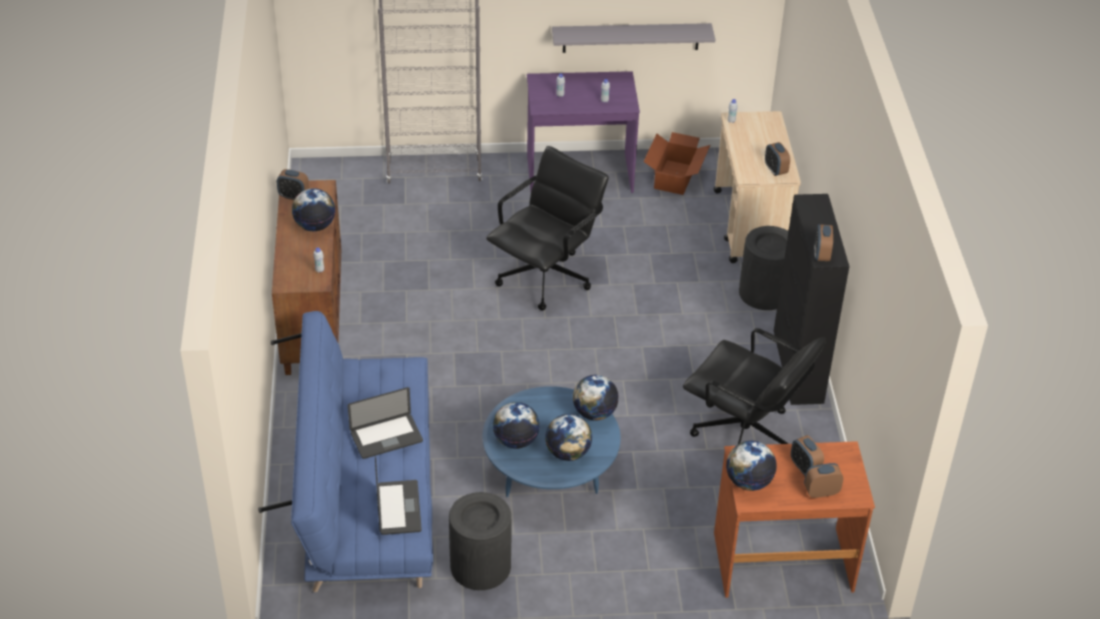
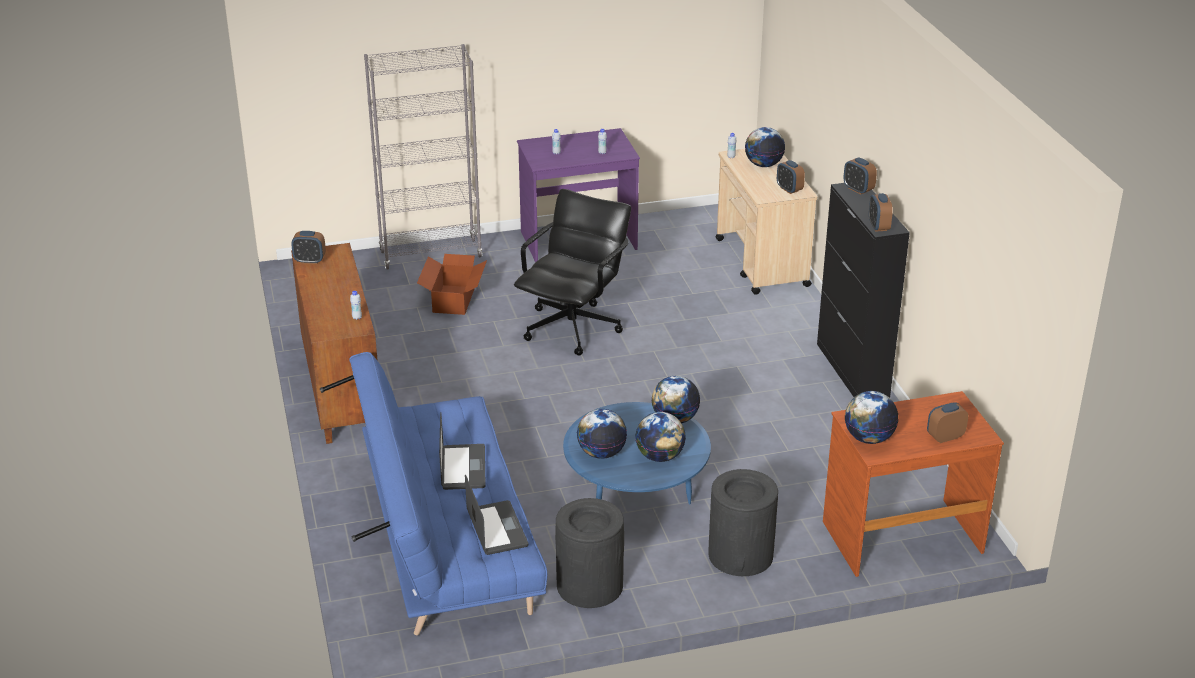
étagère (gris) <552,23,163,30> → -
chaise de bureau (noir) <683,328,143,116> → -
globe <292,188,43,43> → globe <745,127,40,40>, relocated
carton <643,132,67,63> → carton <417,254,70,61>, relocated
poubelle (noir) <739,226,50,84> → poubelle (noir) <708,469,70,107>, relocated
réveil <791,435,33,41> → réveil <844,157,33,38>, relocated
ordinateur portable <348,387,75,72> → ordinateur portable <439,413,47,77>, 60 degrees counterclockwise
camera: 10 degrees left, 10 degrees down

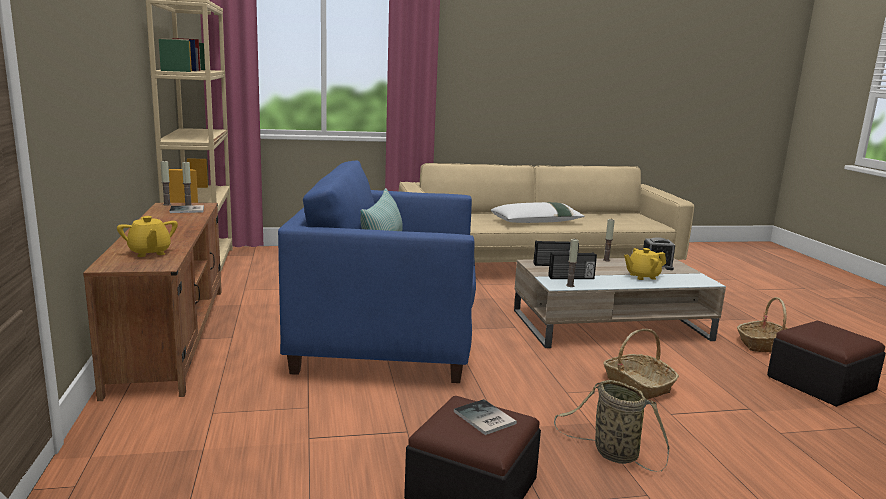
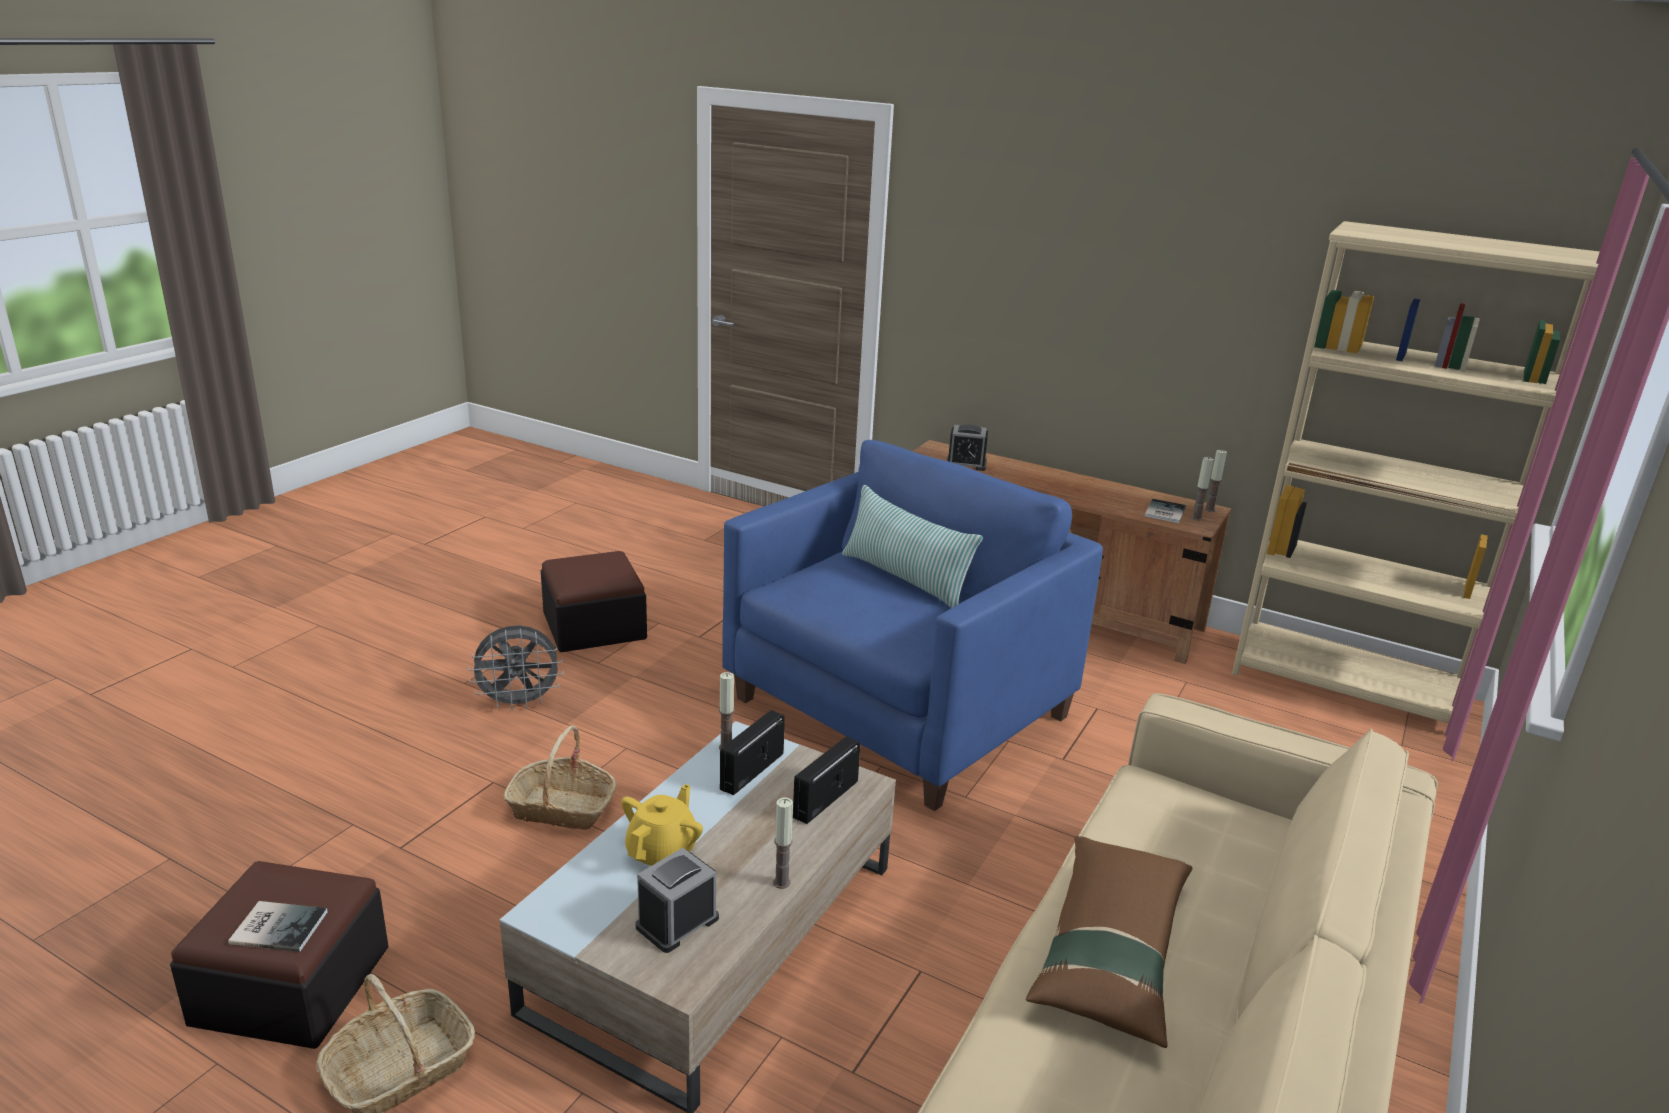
livre <454,399,63,36> → livre <228,901,100,51>, relocated
théière (jaune) <117,216,61,41> → réveil <947,425,41,46>
panier <554,380,116,92> → ventilateur (gris) <468,625,96,86>
coussin (blanc) <491,202,94,21> → coussin (marron) <1026,836,166,212>
camera: 130 degrees right, 10 degrees up

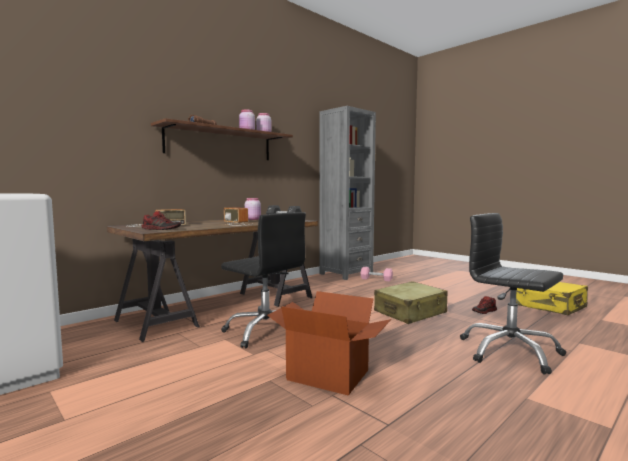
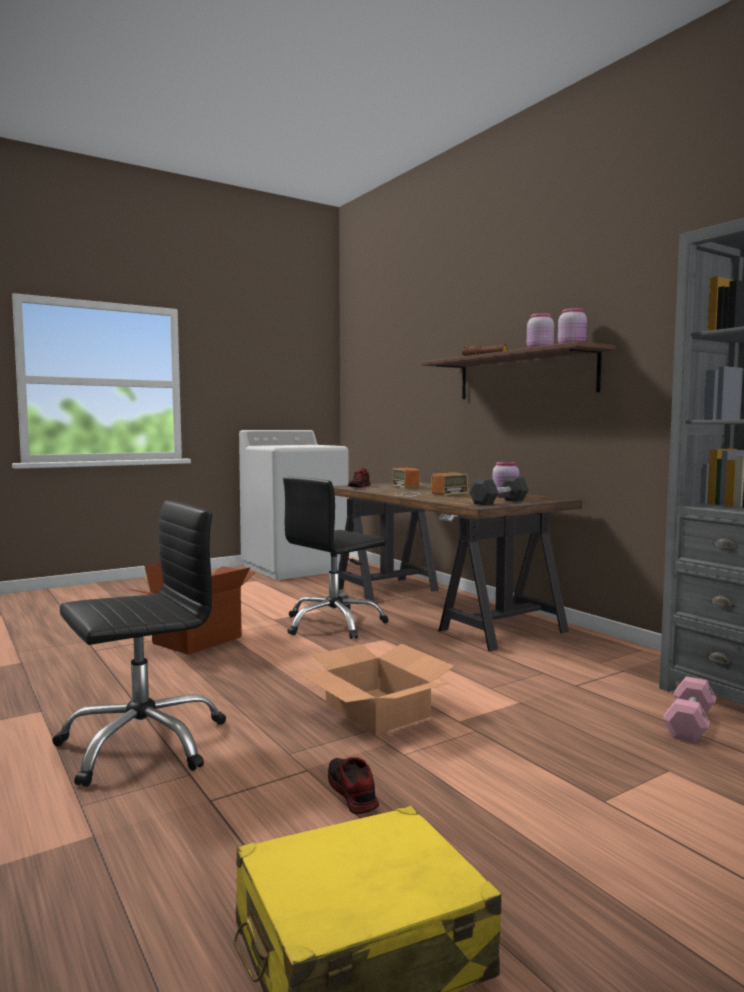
valise (beige) <374,281,74,43> → carton <298,643,157,92>
camera: 100 degrees right, 0 degrees up

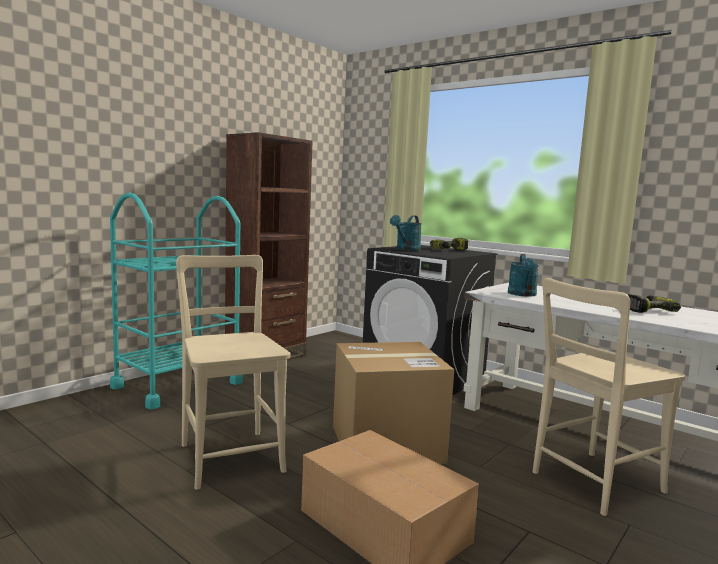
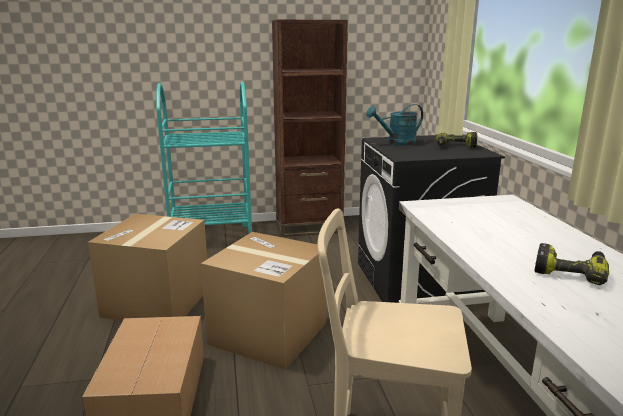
arrosoir (turquoise) <508,254,31,43> → -
chaise (beige) <176,255,115,235> → carton <88,214,119,107>
camera: 40 degrees right, 10 degrees up

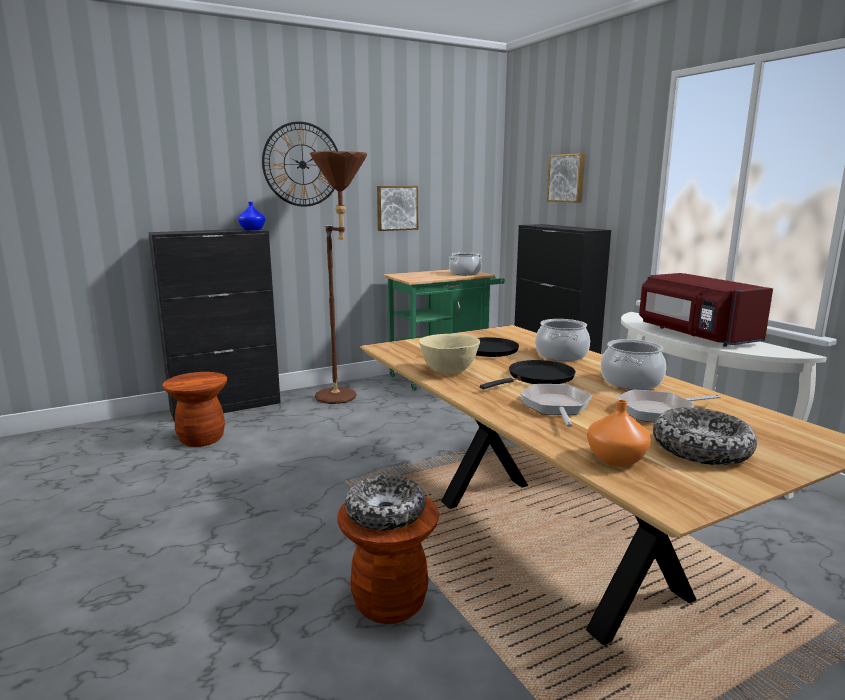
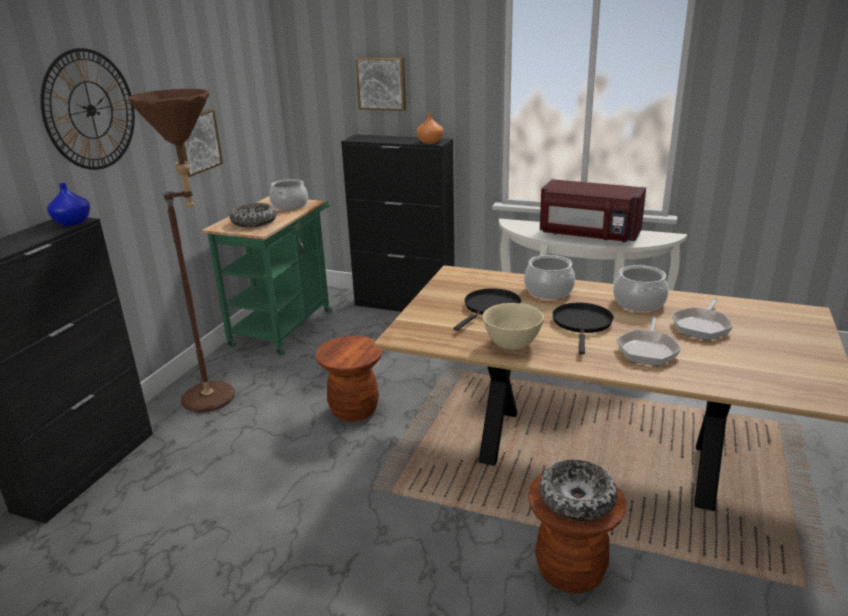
tabouret (marron) <162,372,65,75> → tabouret (marron) <315,336,68,86>, relocated
vase (orange) <587,400,64,67> → vase (orange) <416,113,27,31>, relocated
bol <653,407,104,58> → bol <230,203,46,24>, relocated
poêle <520,384,73,43> → poêle <616,317,65,49>, 120 degrees counterclockwise
camera: 40 degrees left, 10 degrees up

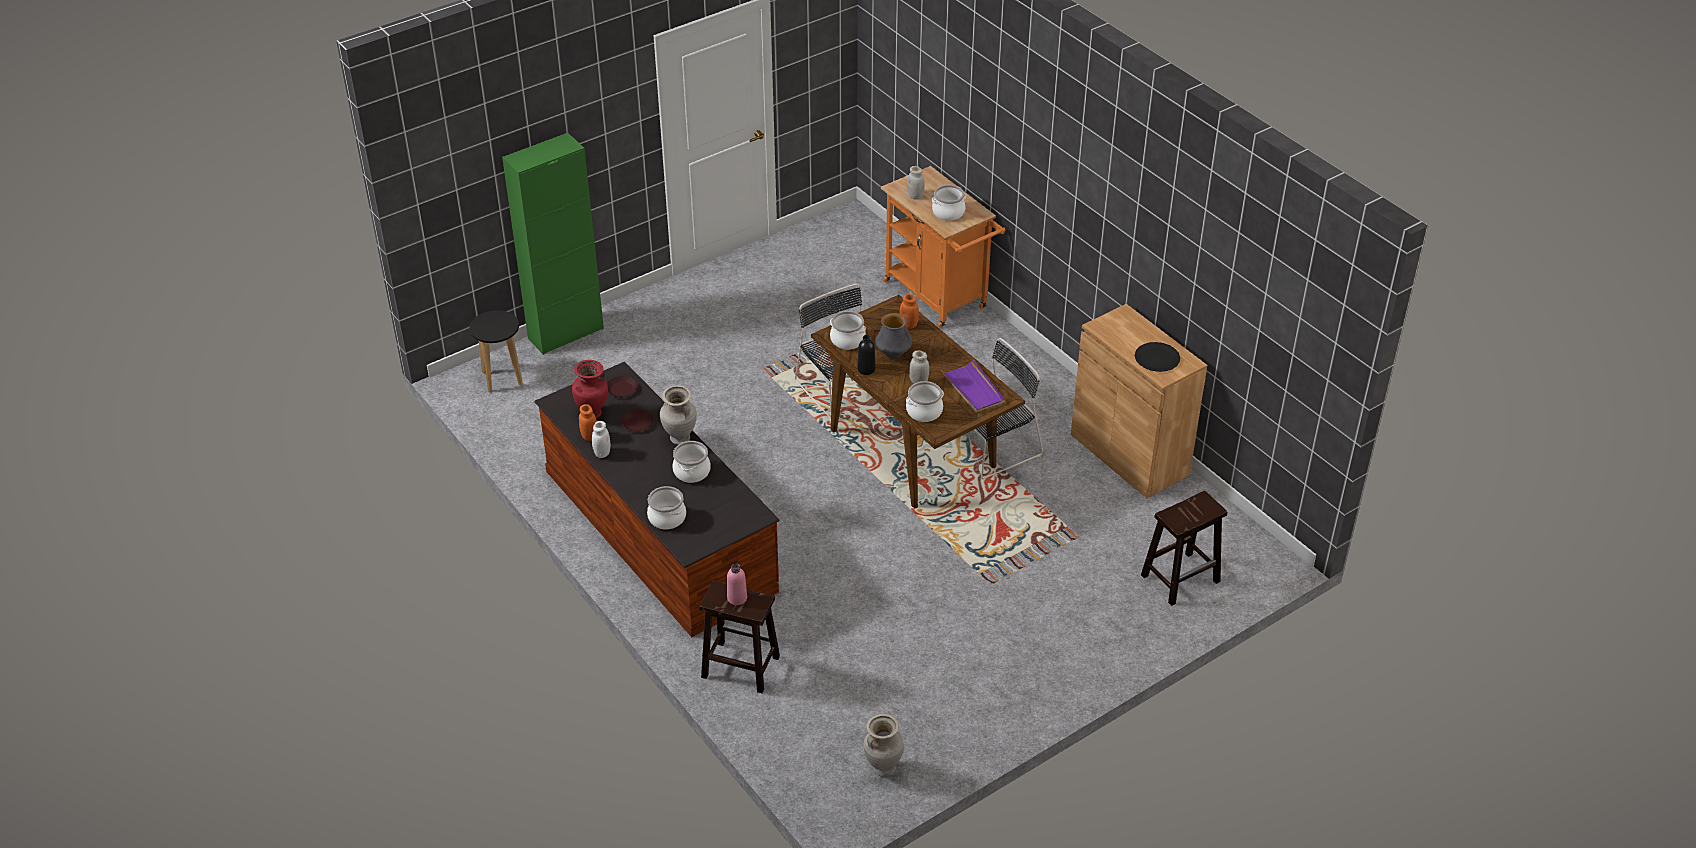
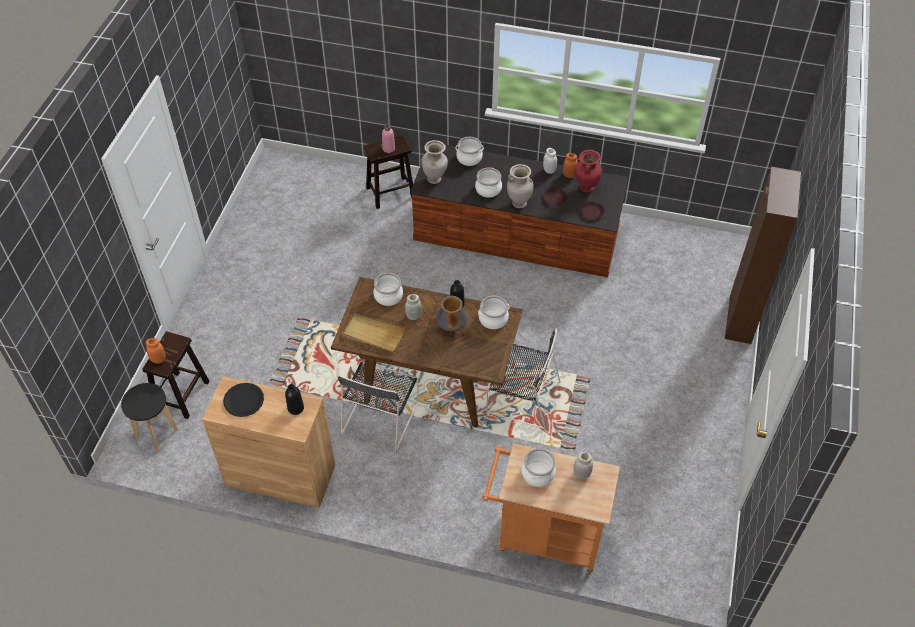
- → bouteille (noir) <285,384,19,31>
tabouret (noir) <469,310,54,82> → tabouret (noir) <121,383,57,68>, relocated
vase (beige) <864,714,40,63> → vase (beige) <421,140,27,44>, relocated
bocal (orange) <900,294,19,35> → bocal (orange) <146,338,20,25>, relocated
meuble de rangement (vert) <502,133,102,222> → meuble de rangement (marron) <725,167,76,177>
plateau (violet) <941,359,64,53> → plateau (beige) <342,313,63,39>
camera: 140 degrees right, 10 degrees up

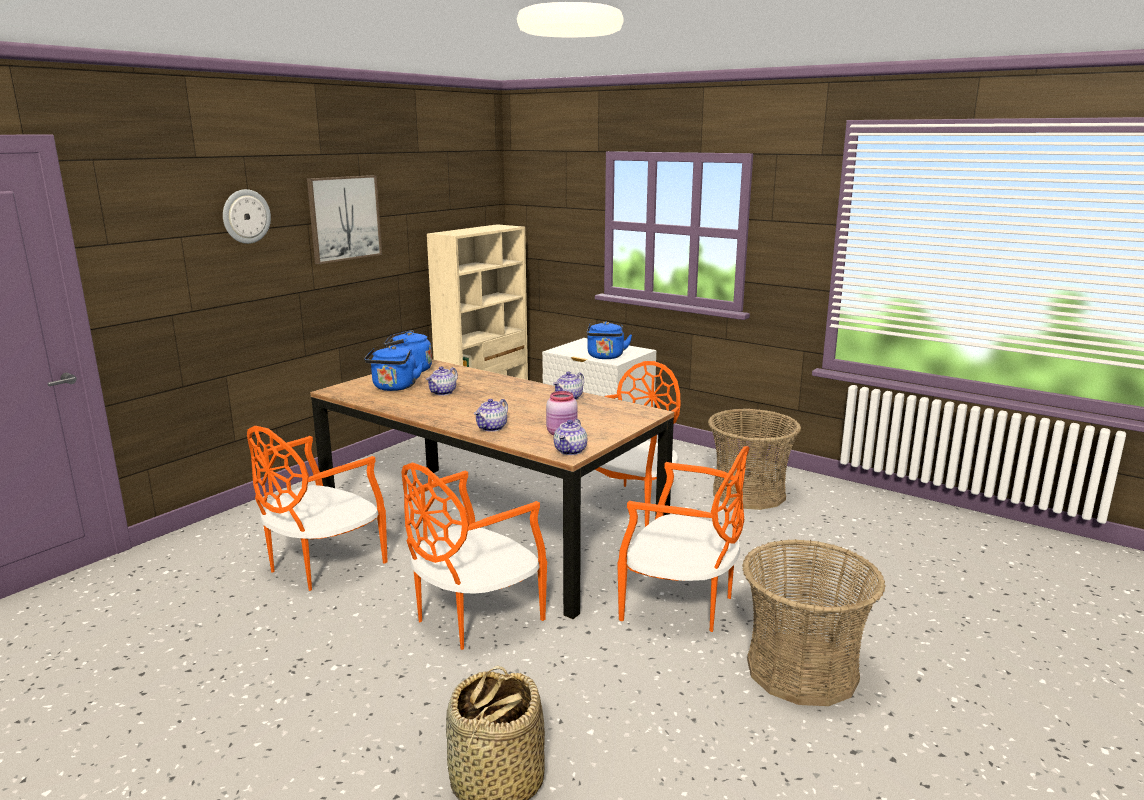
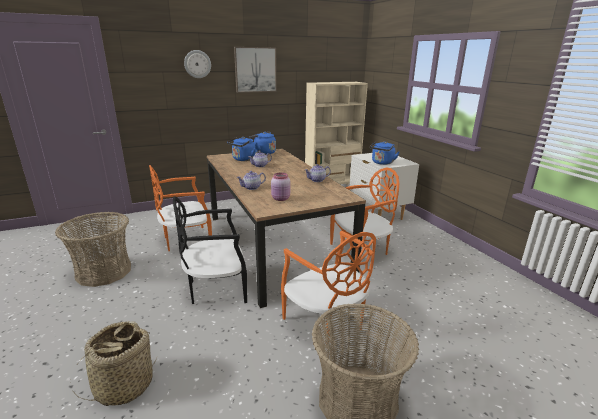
théière <554,419,33,36> → -
panier <708,409,93,101> → panier <55,212,76,75>, relocated
chaise (orange) <401,462,146,188> → chaise (noir) <173,196,74,108>
camera: 30 degrees right, 5 degrees up

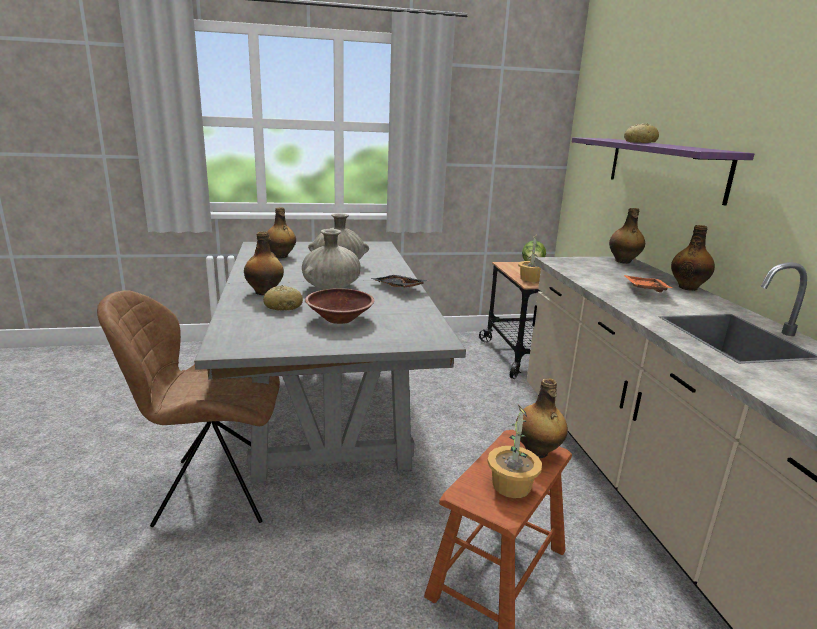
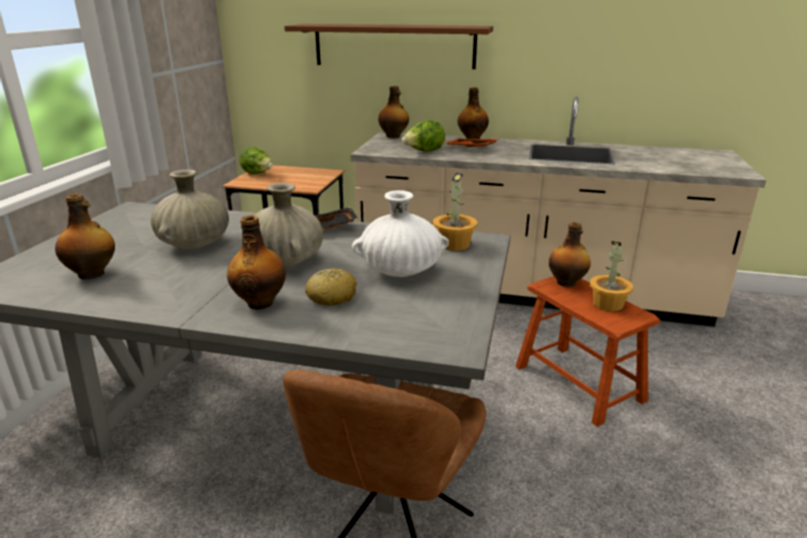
pain <624,123,35,20> → -
- → laitue <402,120,43,32>
plante en pot <518,236,23,46> → plante en pot <433,172,45,79>, relocated
bol (marron) <305,288,69,36> → vase (blanc) <352,190,97,87>
étagère (violet) <572,137,182,69> → étagère (marron) <284,24,209,45>
camera: 65 degrees left, 5 degrees up

